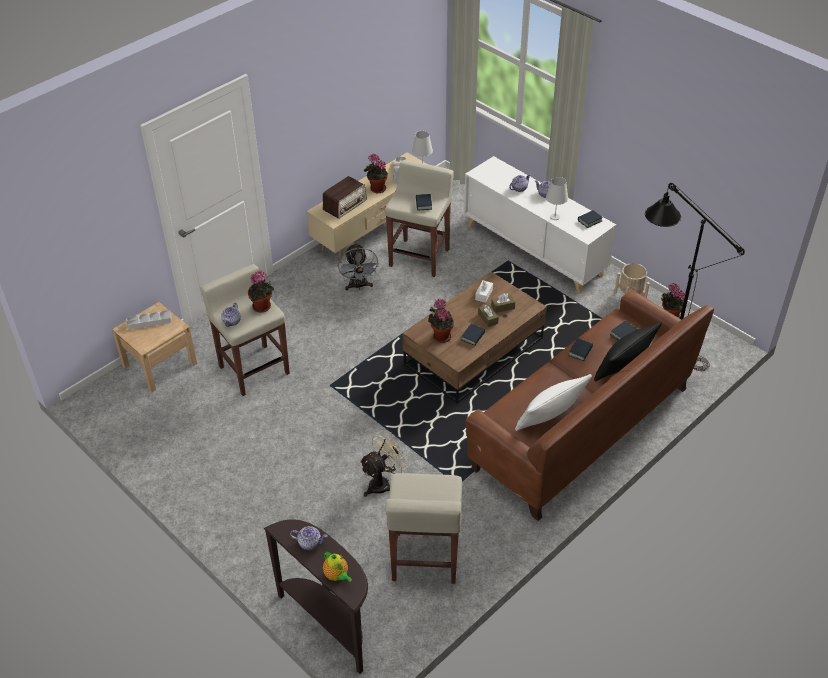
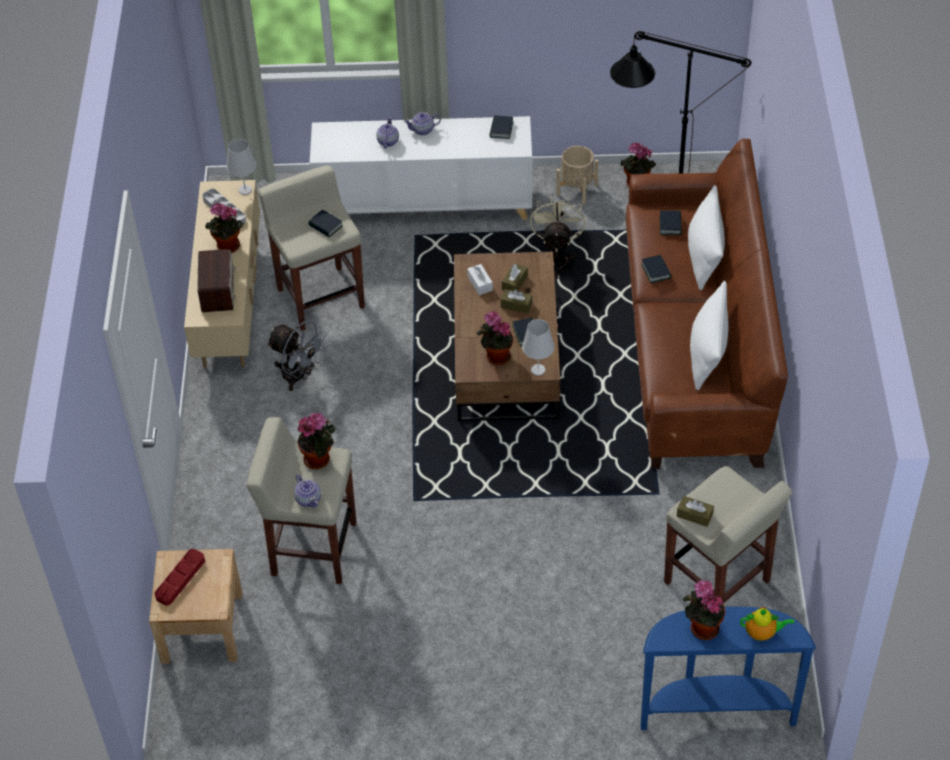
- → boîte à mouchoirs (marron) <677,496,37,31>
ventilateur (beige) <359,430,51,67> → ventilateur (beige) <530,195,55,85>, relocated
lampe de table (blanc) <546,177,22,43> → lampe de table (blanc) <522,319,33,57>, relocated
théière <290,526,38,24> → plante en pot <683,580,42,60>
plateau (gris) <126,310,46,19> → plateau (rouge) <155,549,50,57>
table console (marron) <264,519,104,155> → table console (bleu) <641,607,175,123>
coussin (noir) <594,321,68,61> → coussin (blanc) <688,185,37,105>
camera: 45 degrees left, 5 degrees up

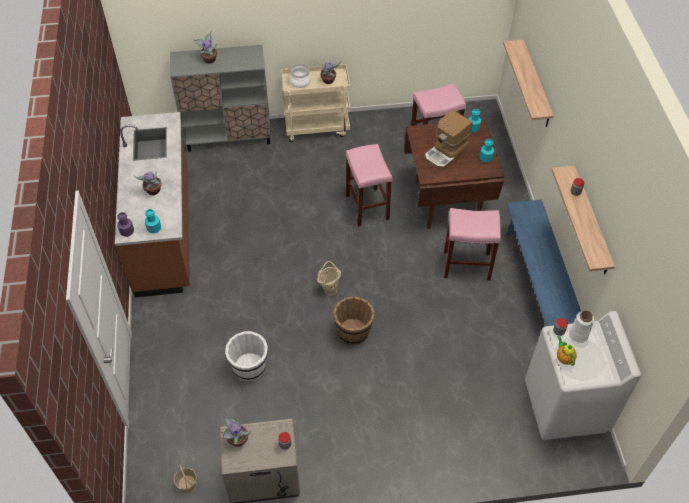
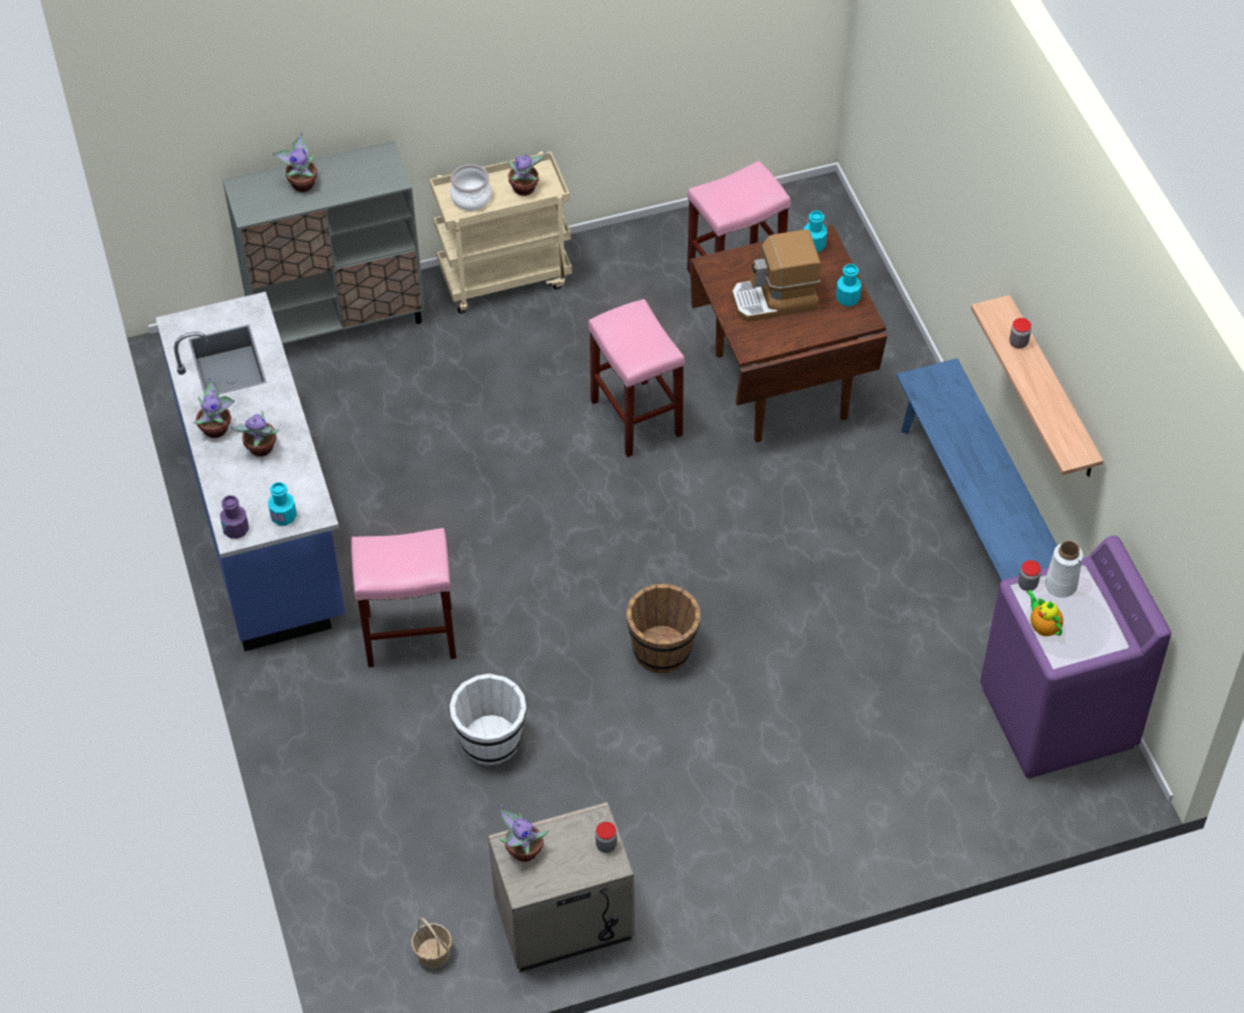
seau (beige) <317,261,24,34> → -
étagère <503,40,51,87> → -
- → plante en pot <193,377,42,61>
tabouret (rose) <444,208,57,73> → tabouret (rose) <351,528,105,139>, relocated
comptoir de cuisine (marron) <115,112,75,185> → comptoir de cuisine (bleu) <156,292,190,359>
lave-linge (blanc) <525,311,116,129> → lave-linge (violet) <980,535,191,243>
machine à café <425,110,48,60> → machine à café <732,229,89,93>, 45 degrees clockwise
camera: 10 degrees left, 0 degrees up

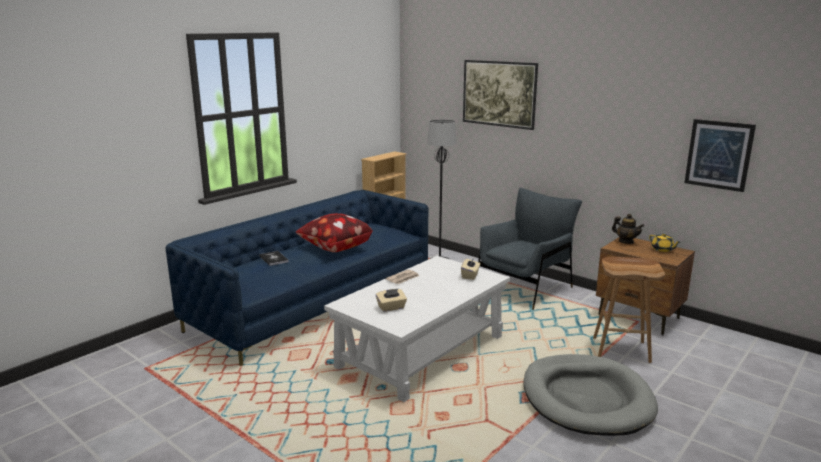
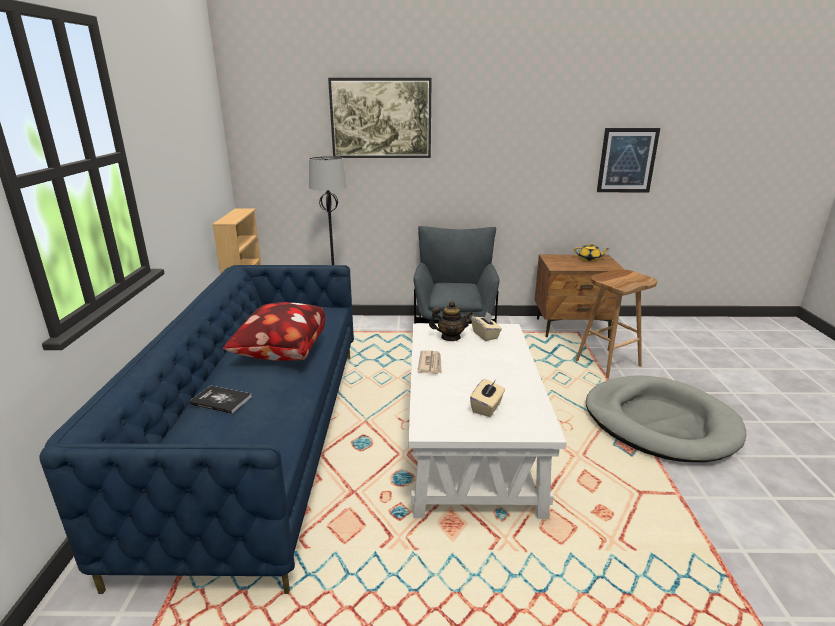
théière <612,214,32,30> → théière <429,301,44,40>, relocated
camera: 40 degrees left, 5 degrees up

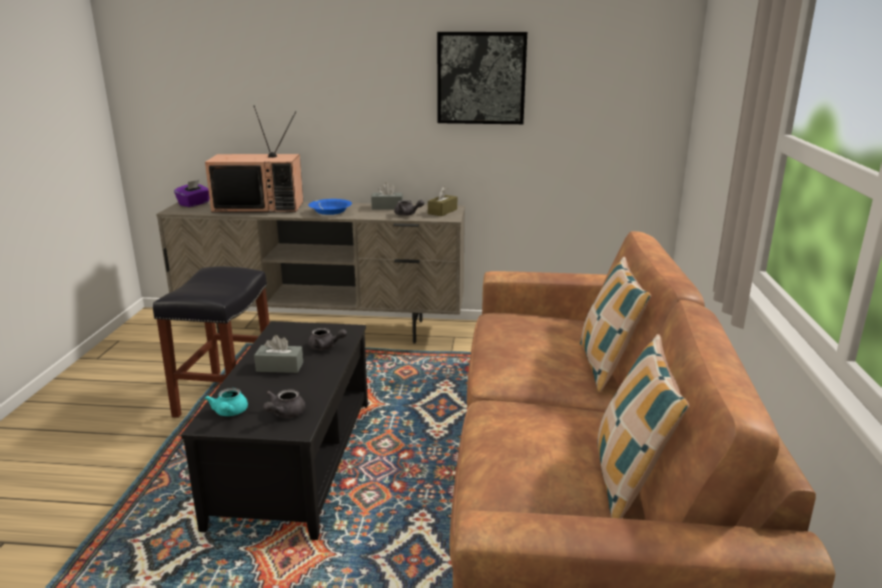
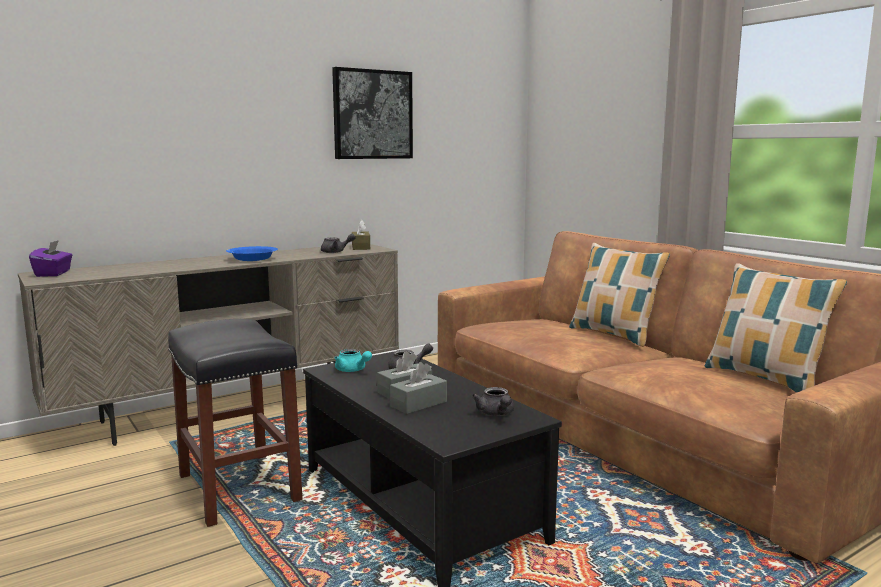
téléviseur <205,106,98,106> → -
théière (turquoise) <205,388,43,28> → théière (turquoise) <335,349,37,23>, relocated
boîte à mouchoirs (gris) <371,182,32,28> → boîte à mouchoirs (gris) <390,362,57,52>, relocated
camera: 40 degrees left, 10 degrees down

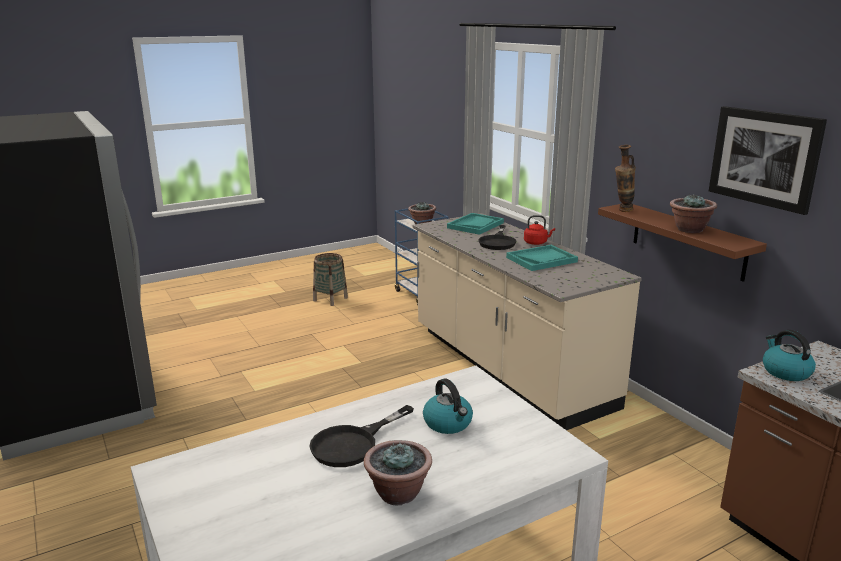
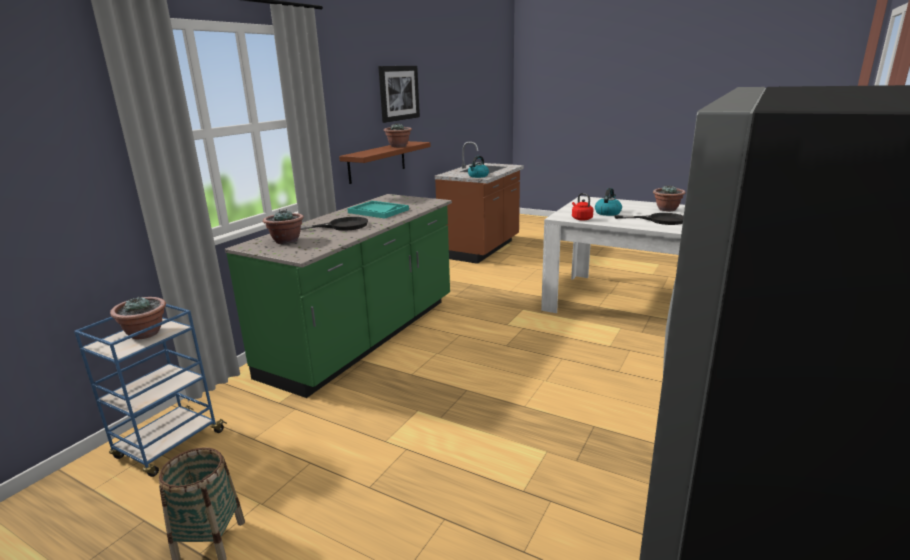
vase <615,145,21,67> → -
bouilloire (rouge) <524,215,31,30> → bouilloire (rouge) <572,193,21,28>, relocated
plateau (turquoise) <447,213,57,22> → plante en pot <263,209,41,35>
comptoir de cuisine (beige) <413,213,229,217> → comptoir de cuisine (vert) <225,194,227,204>
camera: 120 degrees left, 0 degrees up

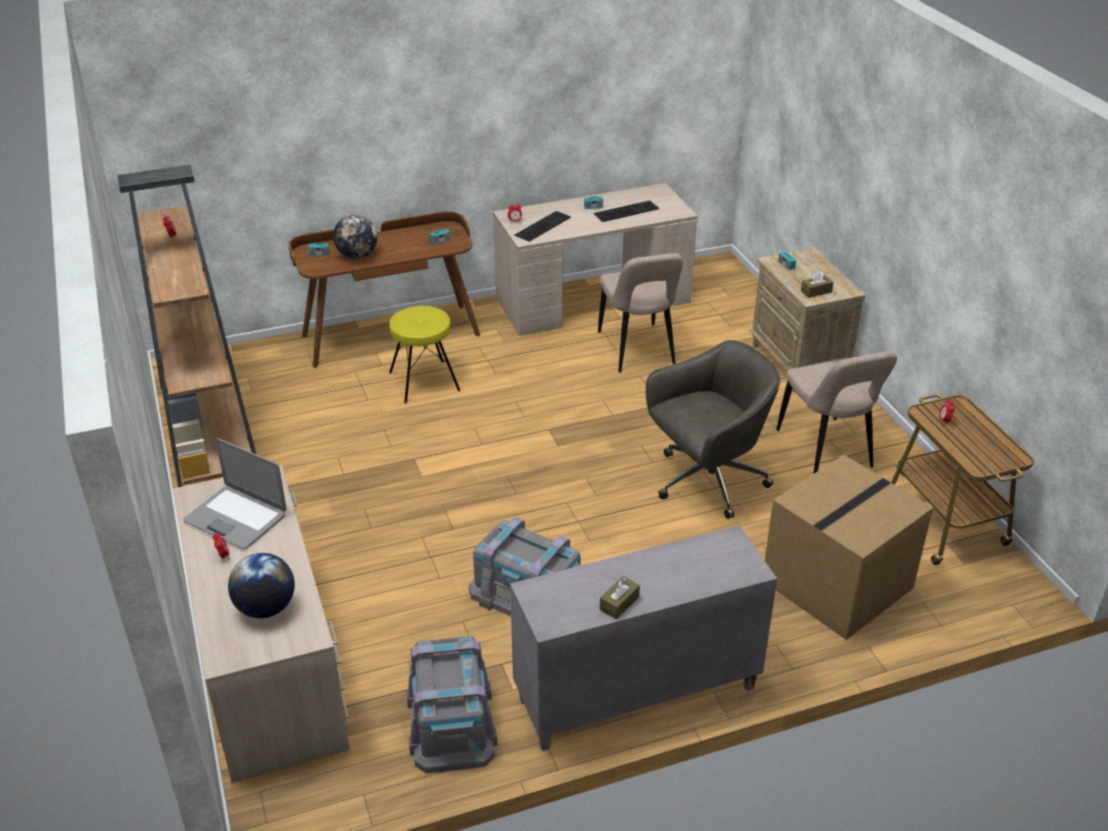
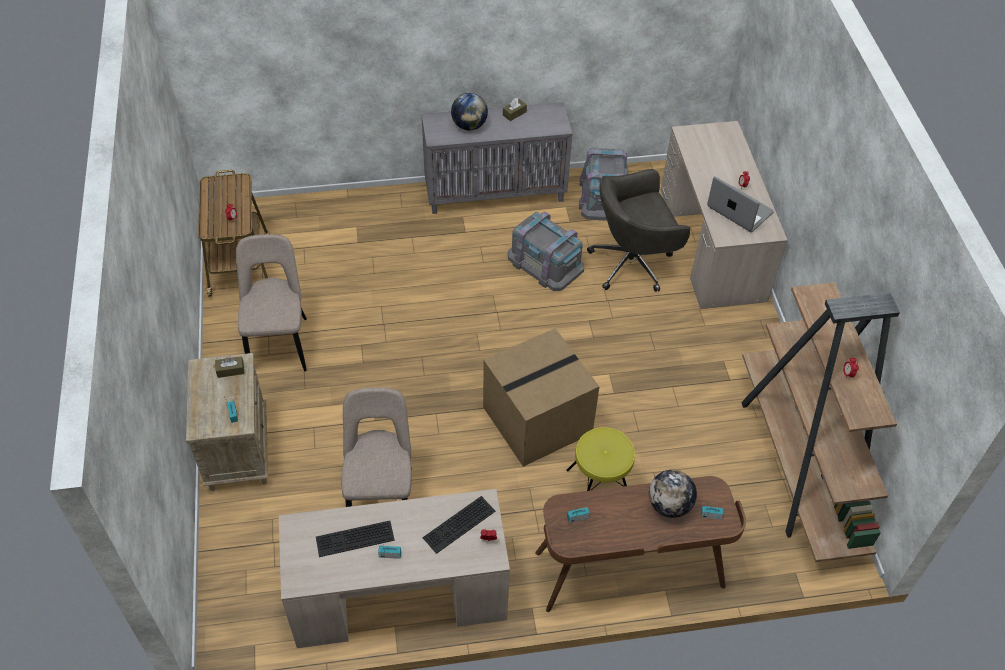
globe <228,553,67,65> → globe <451,93,37,37>, relocated
chaise de bureau (gris) <646,340,134,179> → chaise de bureau (gris) <587,169,103,123>, relocated
carton <765,455,168,185> → carton <483,328,117,139>, relocated
camera: 170 degrees left, 15 degrees up

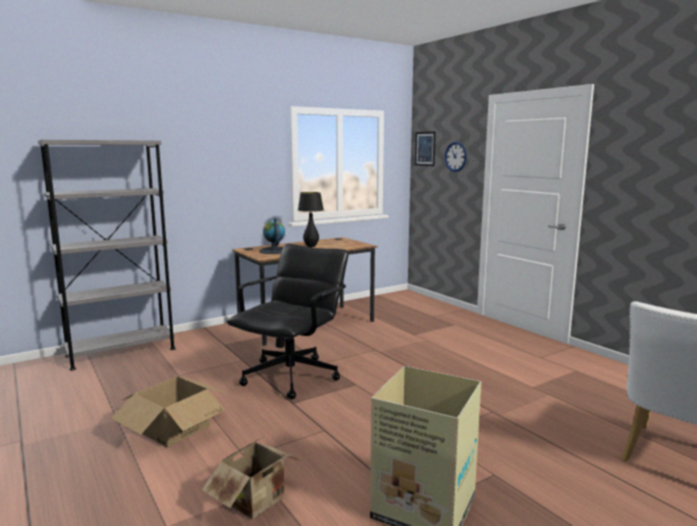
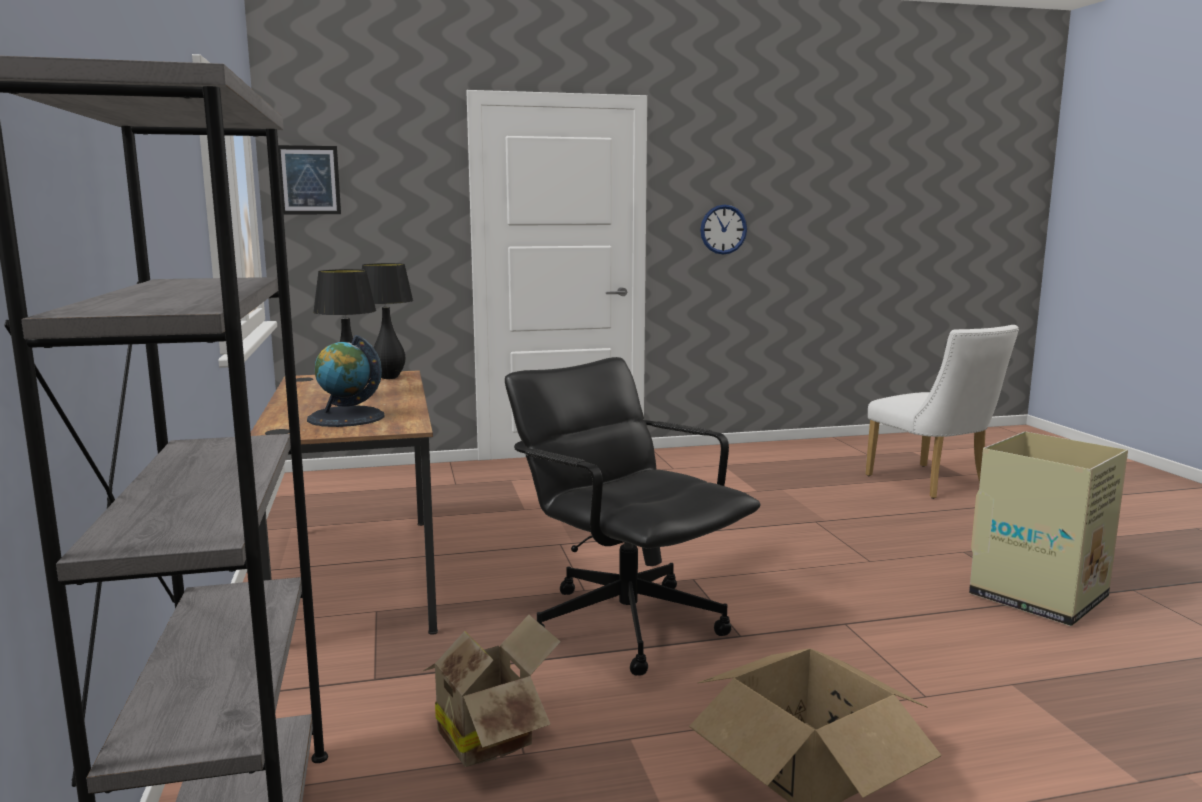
- → lampe de table (noir) <362,263,51,116>
carton <202,436,99,83> → carton <421,615,140,152>, relocated
horloge murale <445,142,22,30> → horloge murale <700,205,47,50>, relocated
camera: 70 degrees left, 0 degrees up

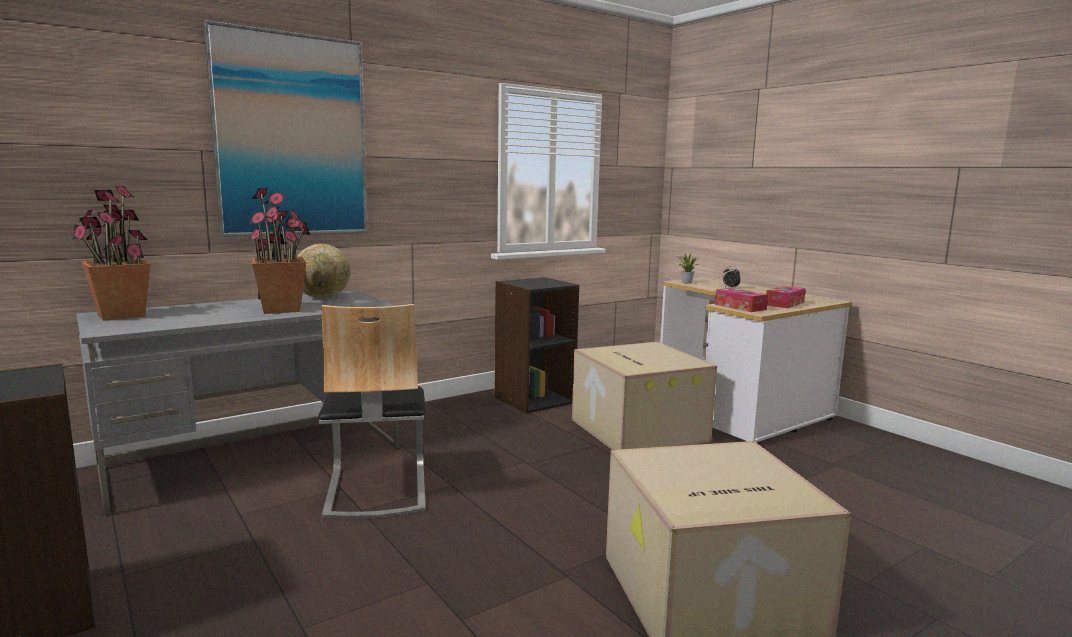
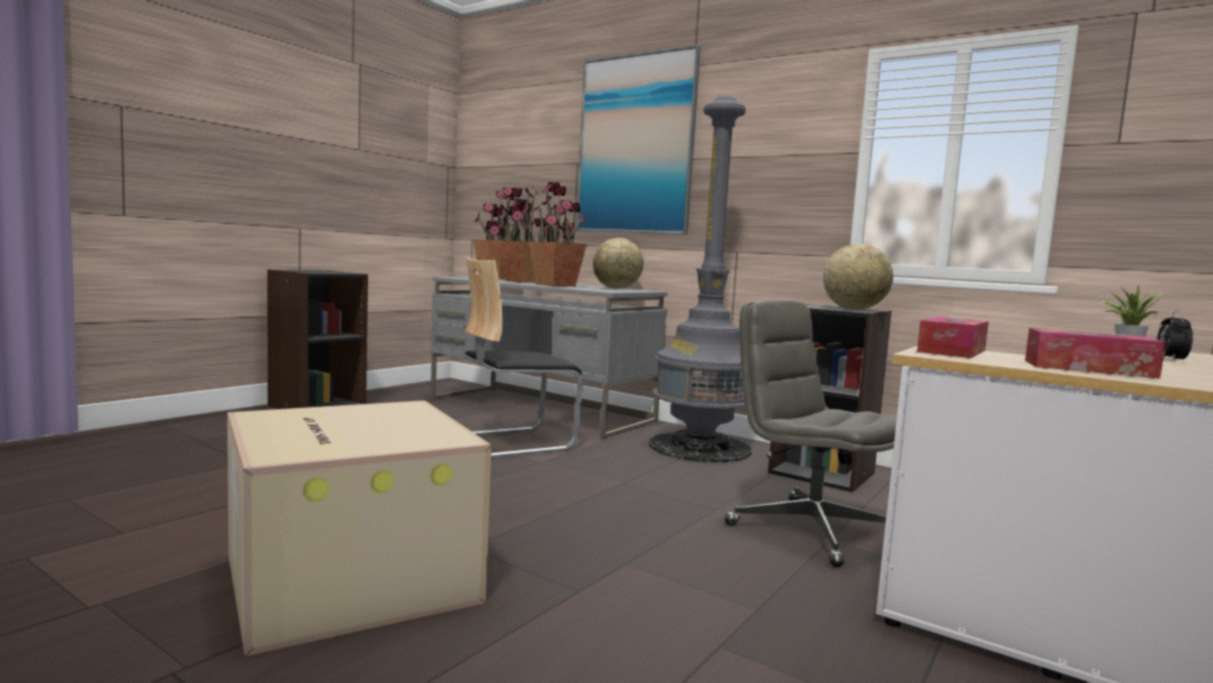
- → plante en pot <498,185,50,98>
- → lampadaire (gris) <649,96,103,367>
- → globe <823,244,70,66>
carton <572,342,145,108> → chaise de bureau (gris) <724,300,173,267>
camera: 70 degrees right, 5 degrees down

